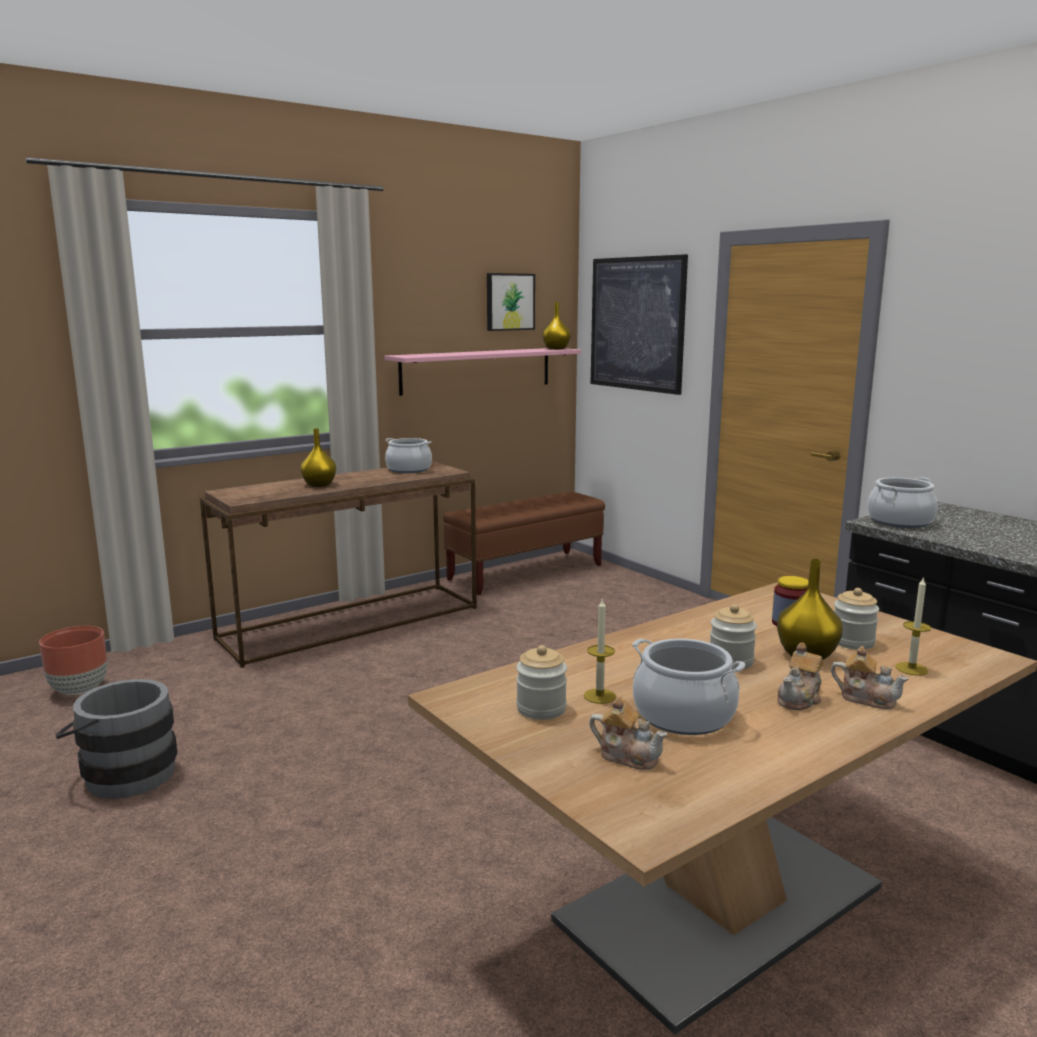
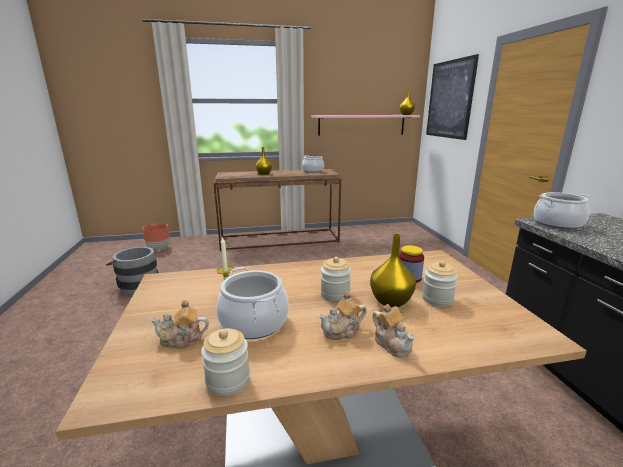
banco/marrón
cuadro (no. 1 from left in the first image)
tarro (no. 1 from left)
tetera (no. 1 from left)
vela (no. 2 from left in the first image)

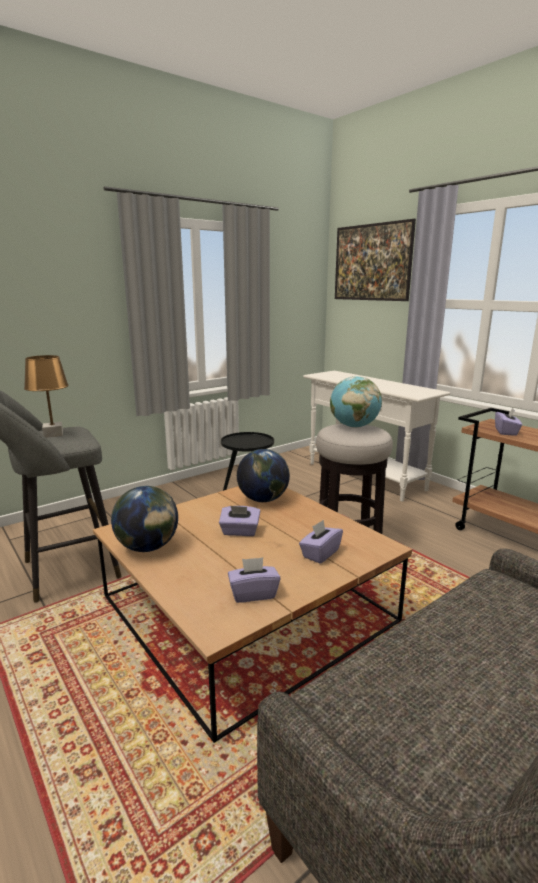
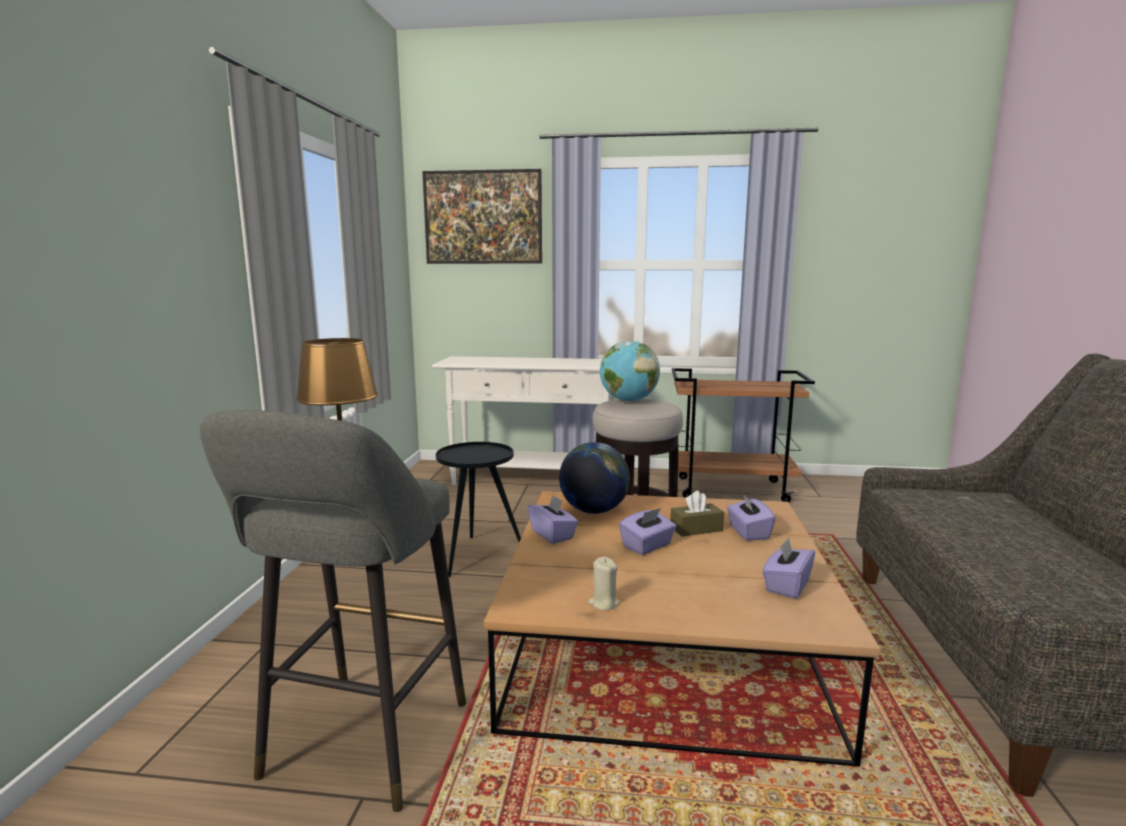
vela/beis
caja de pañuelos/morado (no. 1 from left)
caja de pañuelos/marrón

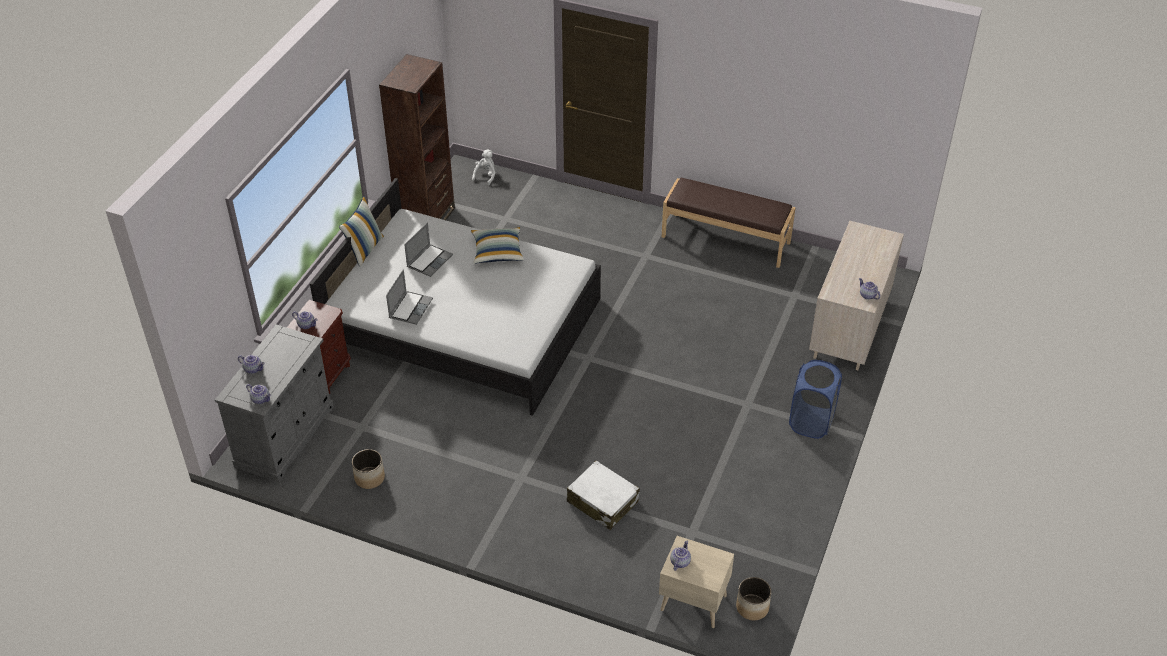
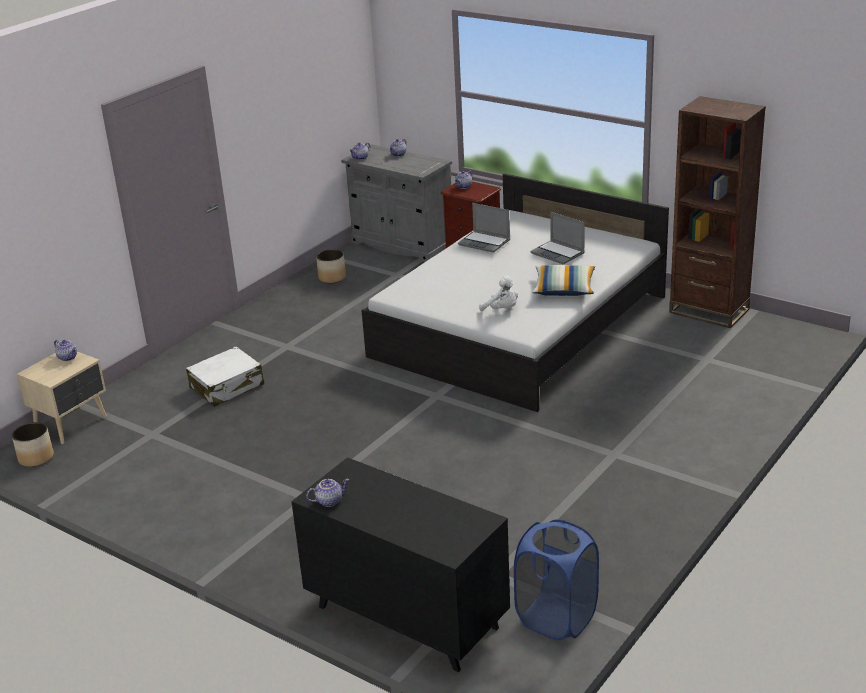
cojín (no. 1 from left in the first image)
peluche/blanco
banco/marrón
cesto de la ropa/azul
cómoda/negro

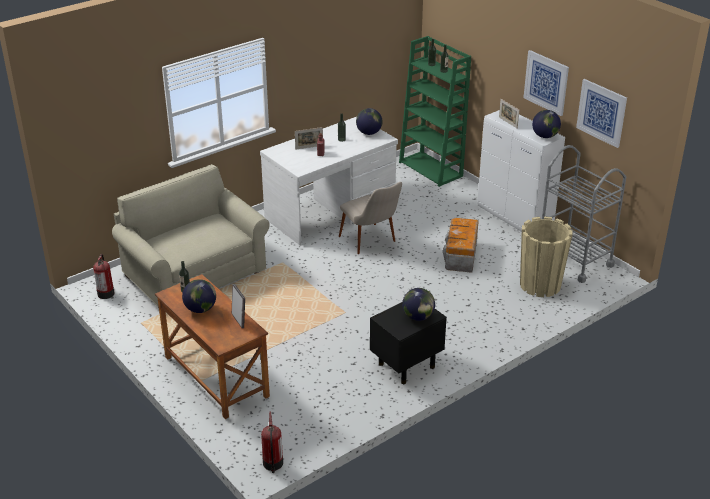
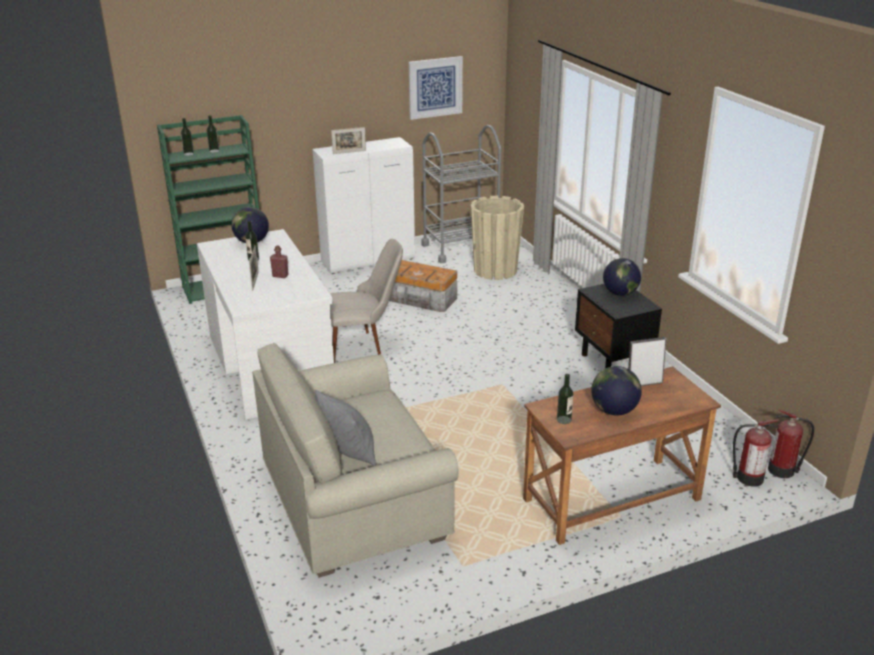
extintor (no. 1 from left)
cuadro (no. 1 from left in the first image)
globo terráqueo (no. 4 from left in the first image)
cojín/gris

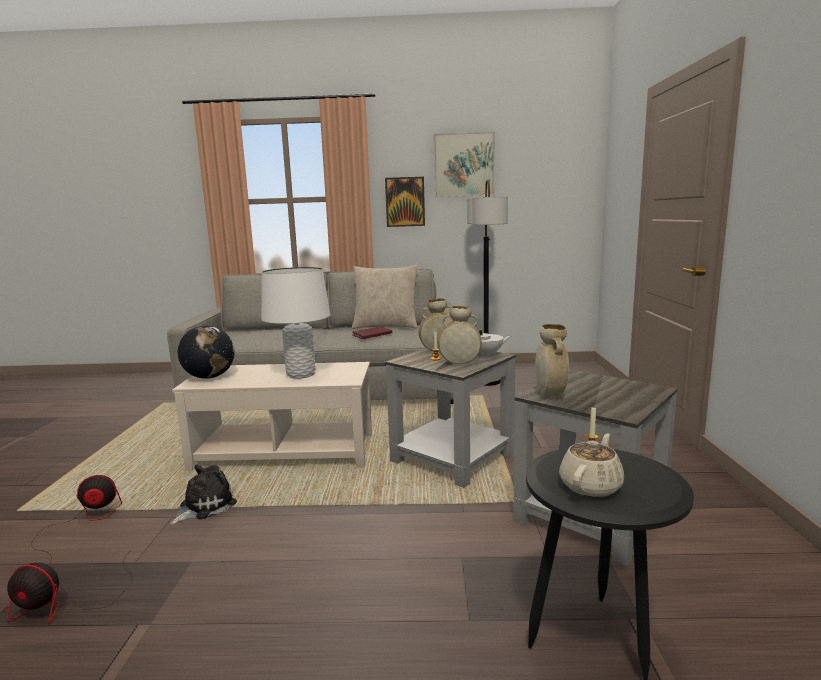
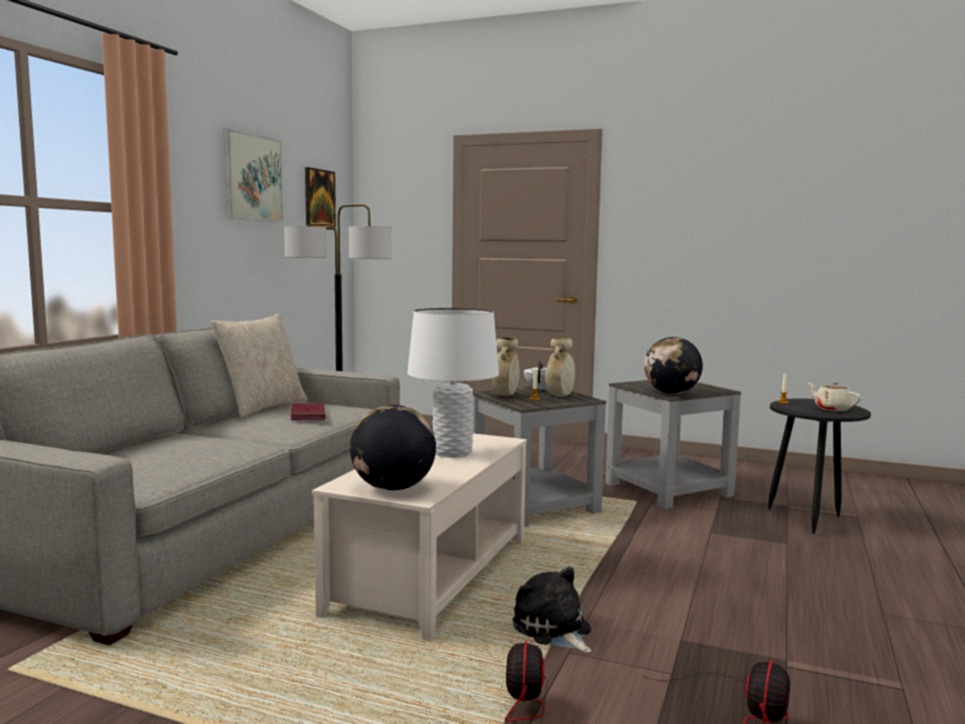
cuadro (no. 2 from left)
globo terráqueo (no. 2 from left)

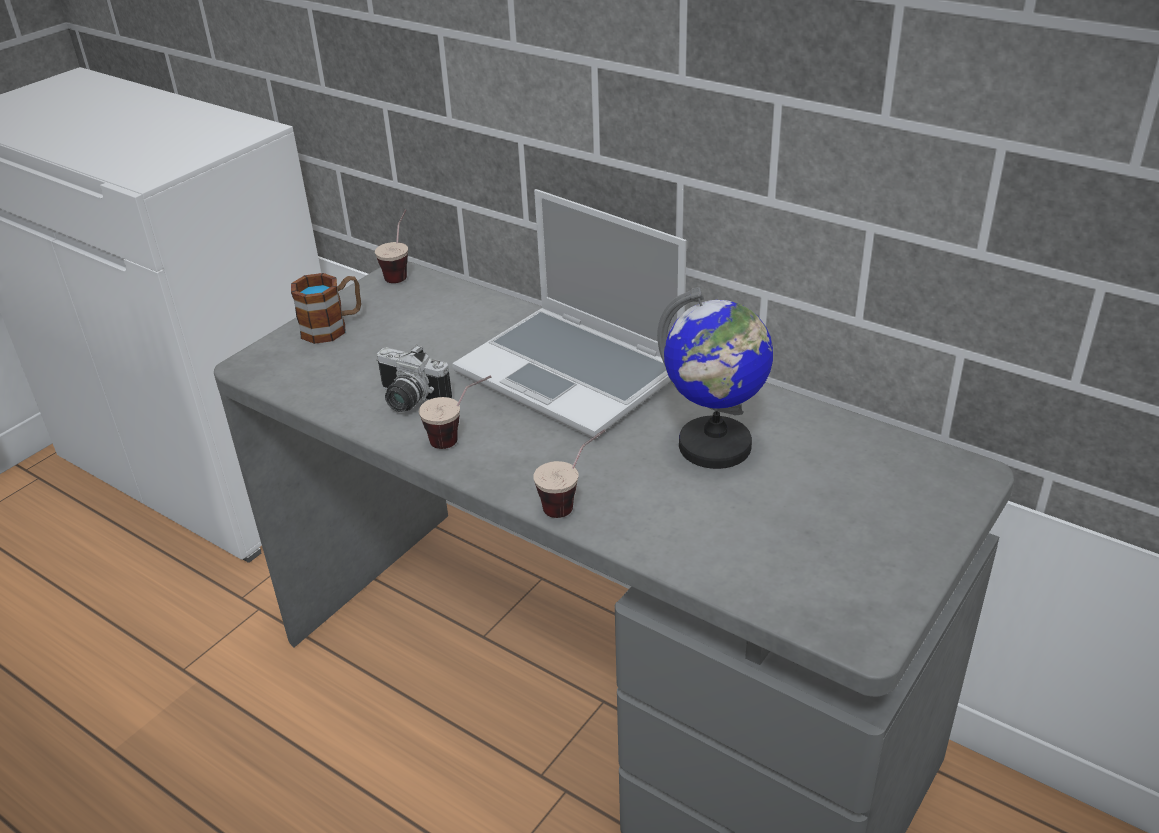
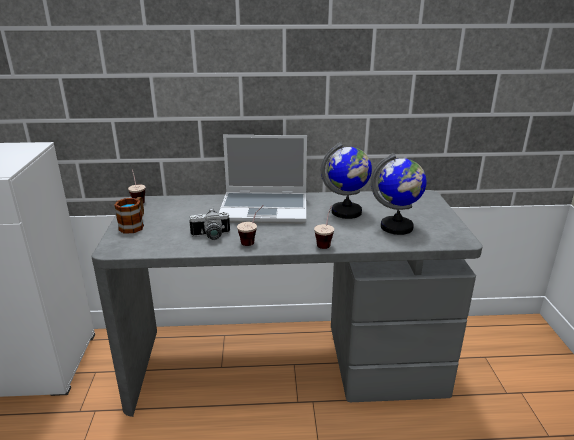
globo terráqueo (no. 2 from left)

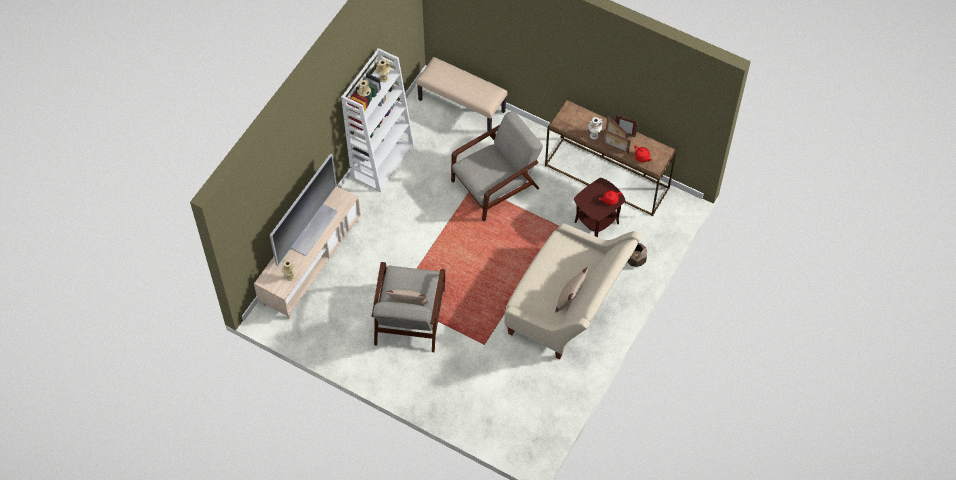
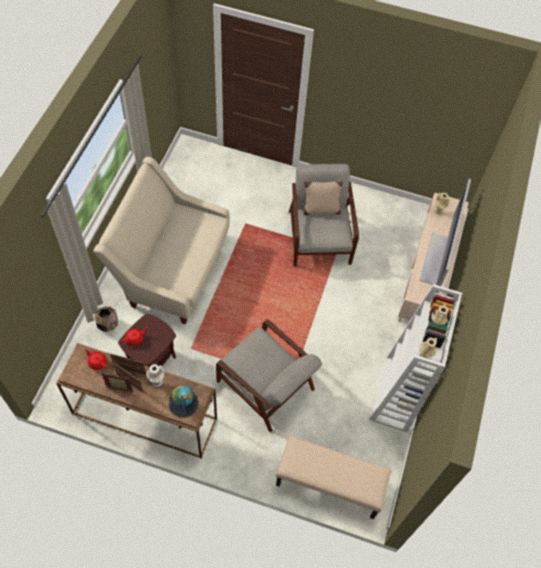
sillón/gris (no. 1 from left)
cojín/beis (no. 2 from left in the first image)
globo terráqueo

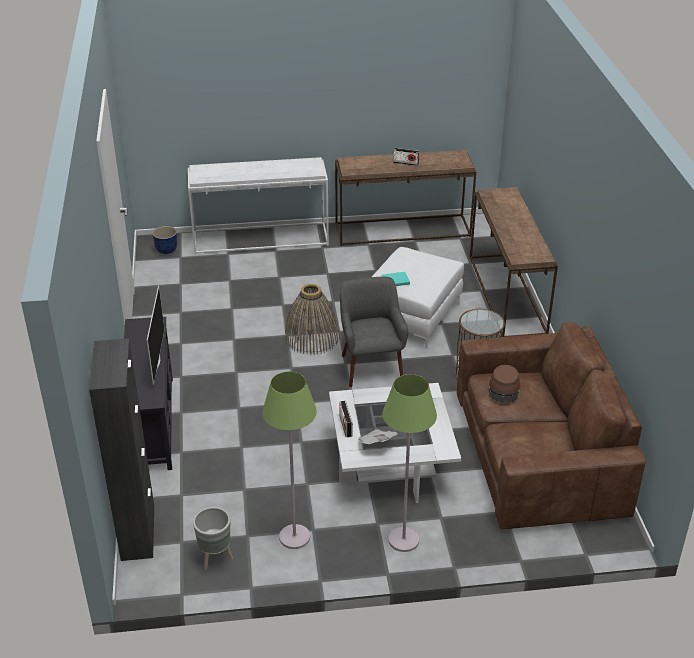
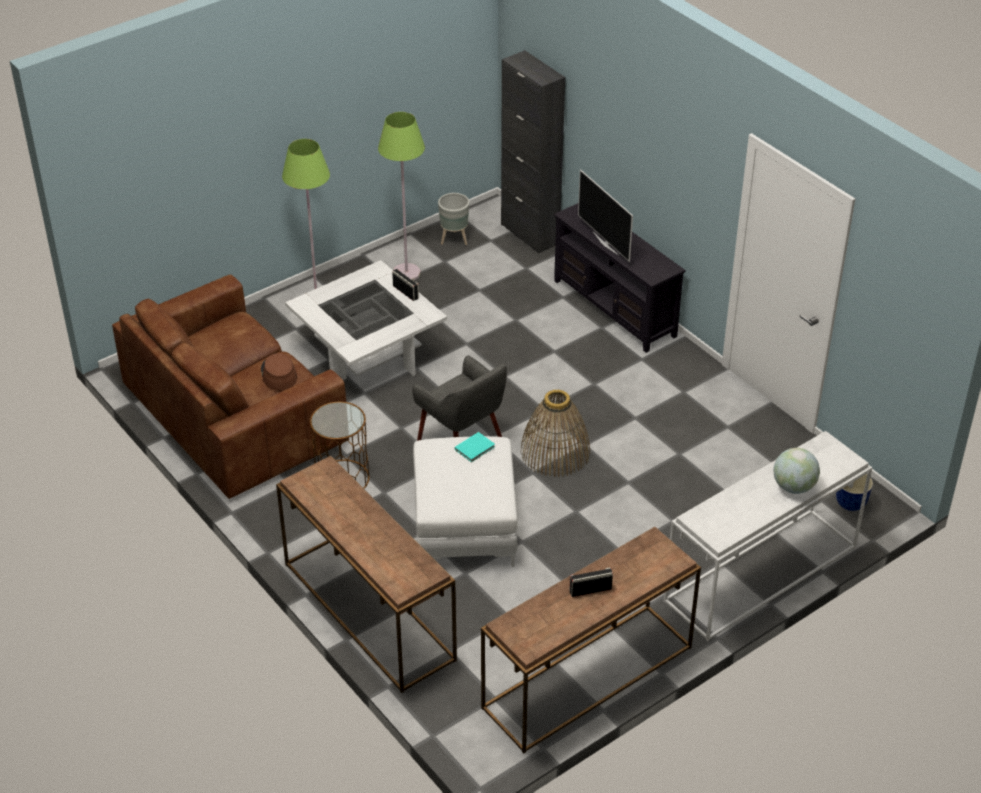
periódico
globo terráqueo

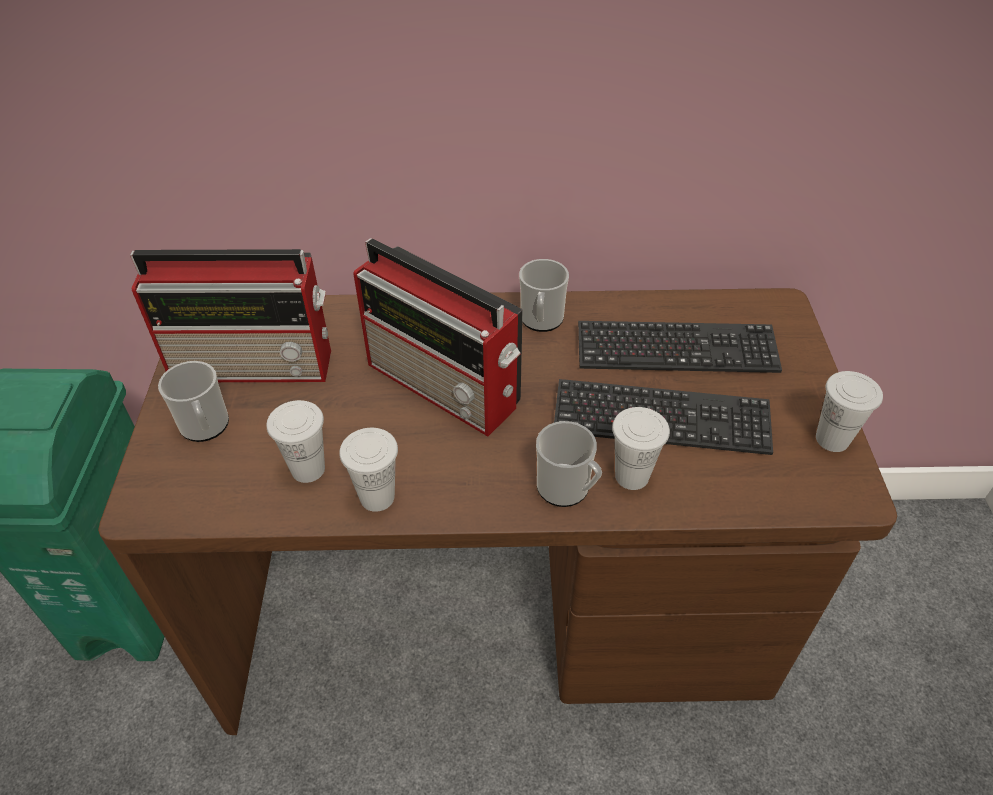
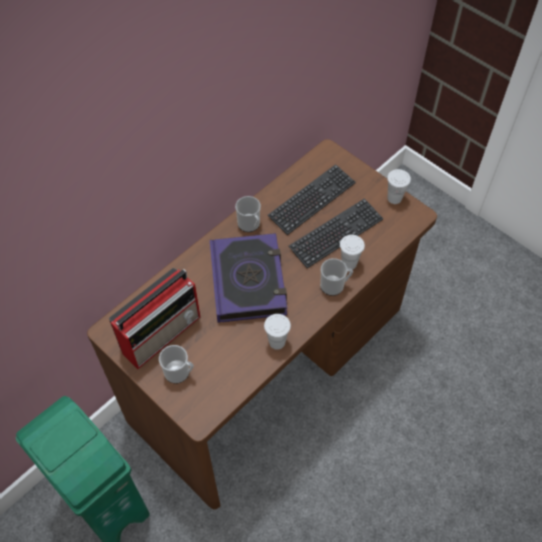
taza/blanco (no. 1 from left in the first image)
libro

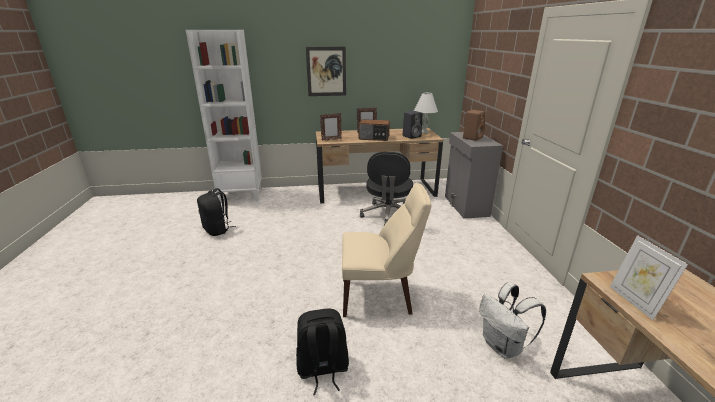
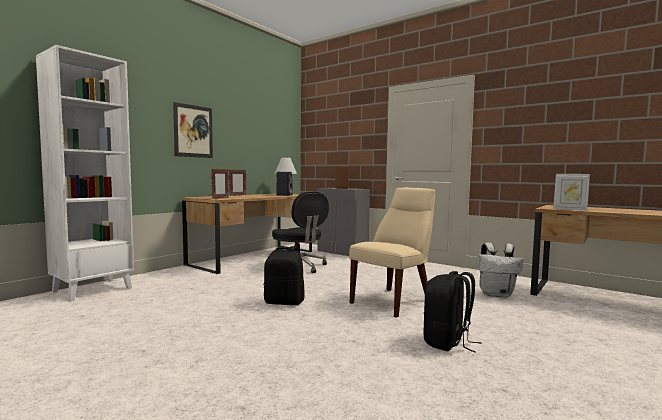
mochila/negro (no. 1 from left)
radio

